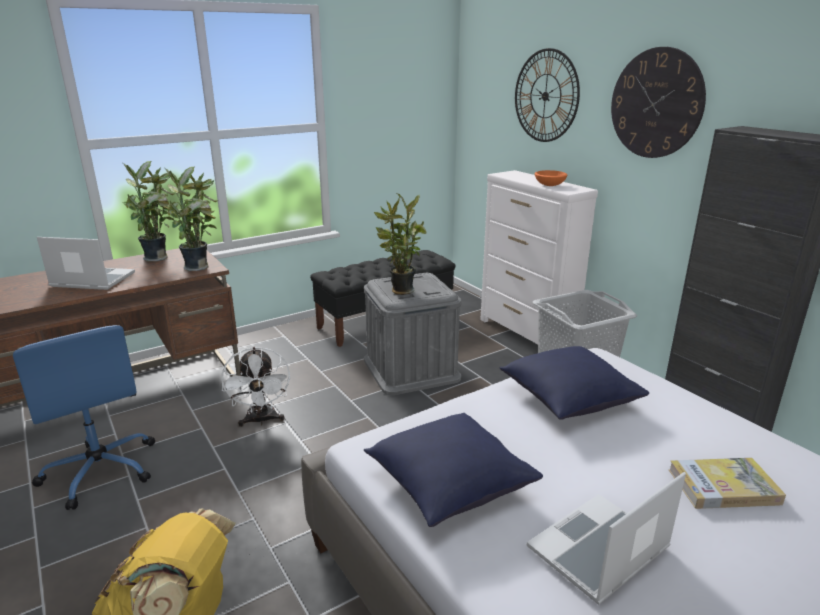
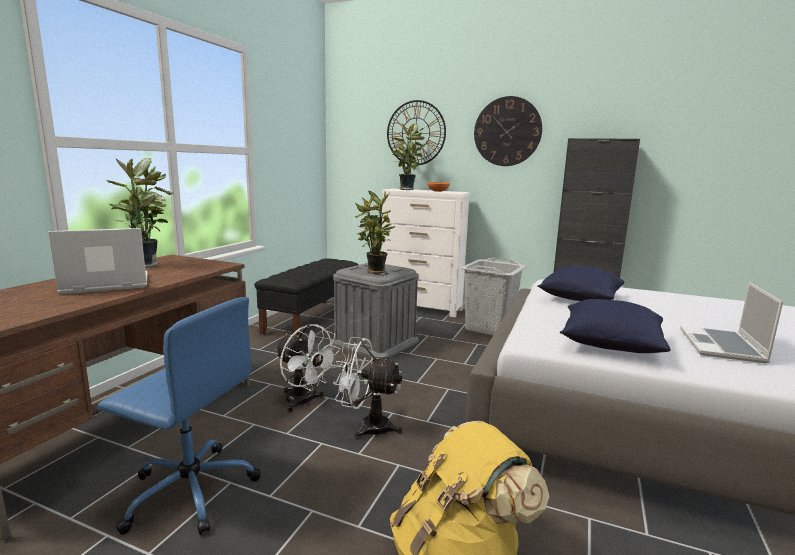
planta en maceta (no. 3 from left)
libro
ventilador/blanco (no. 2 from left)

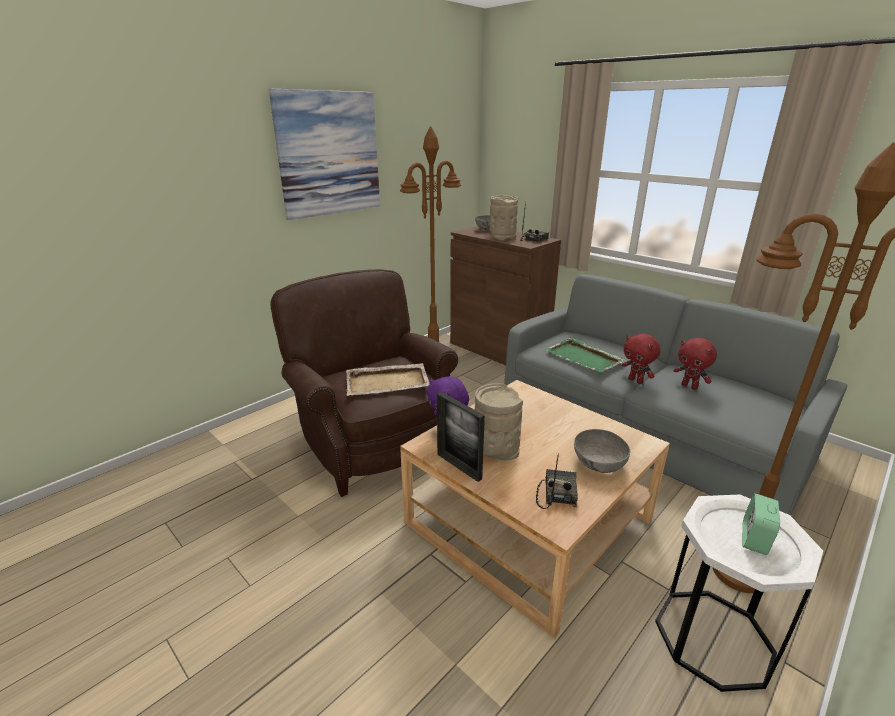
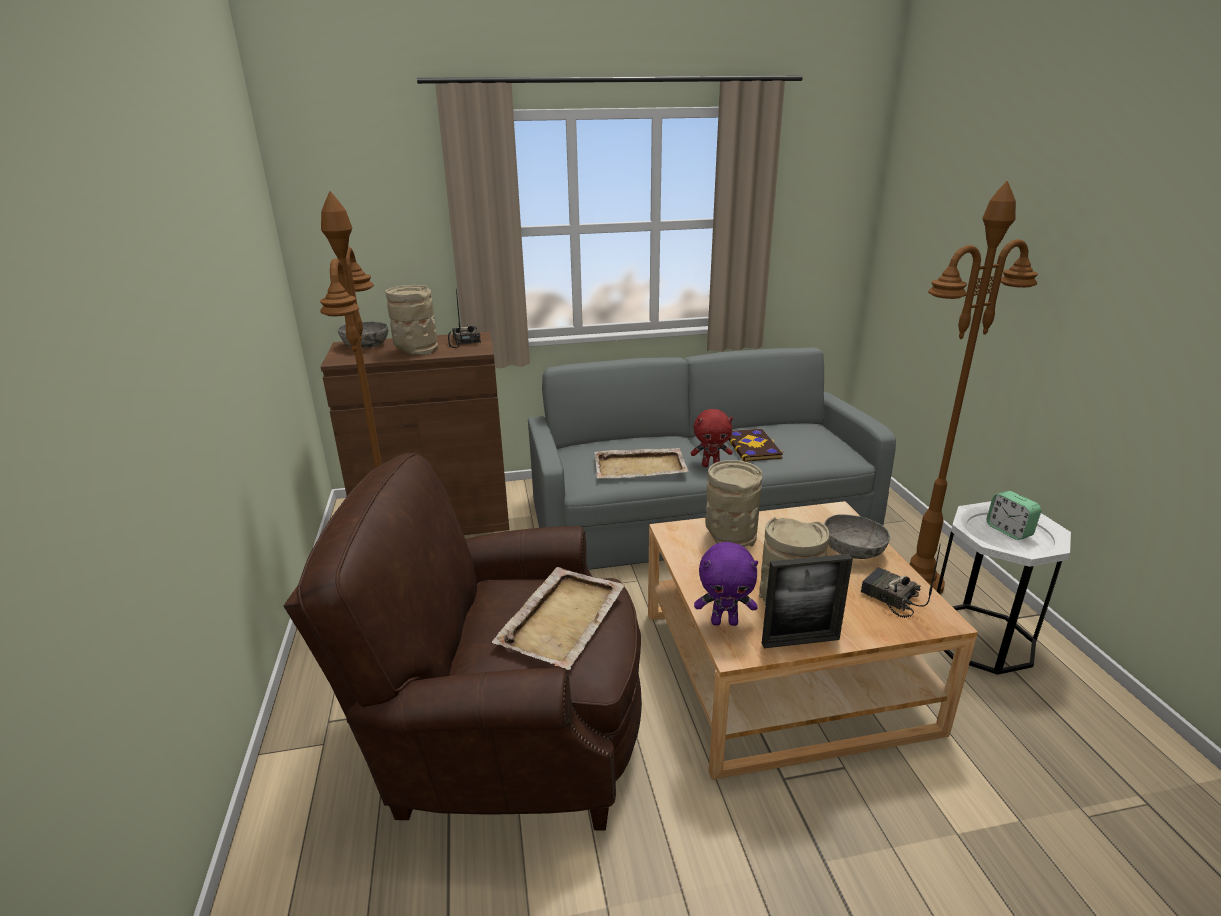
cuadro
bandeja/beis (no. 2 from left)
libro
florero/beis (no. 2 from left)

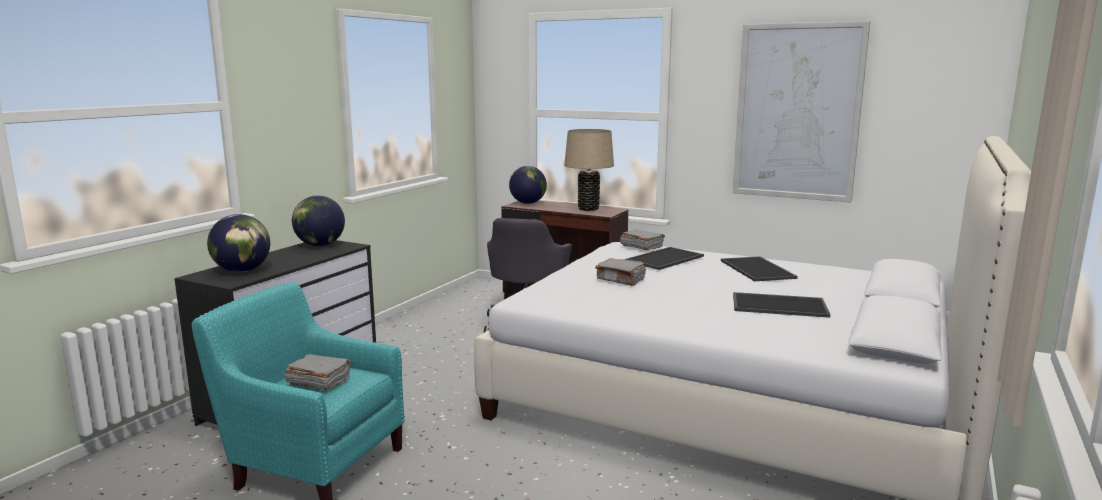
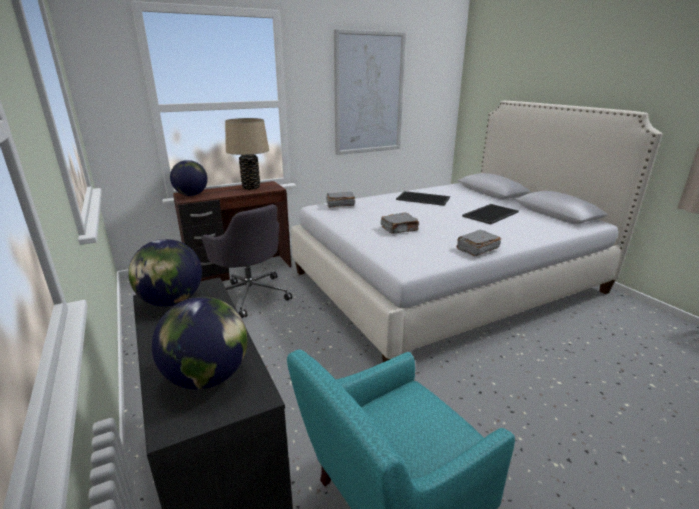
libro/gris (no. 3 from left)
bandeja (no. 1 from left in the first image)

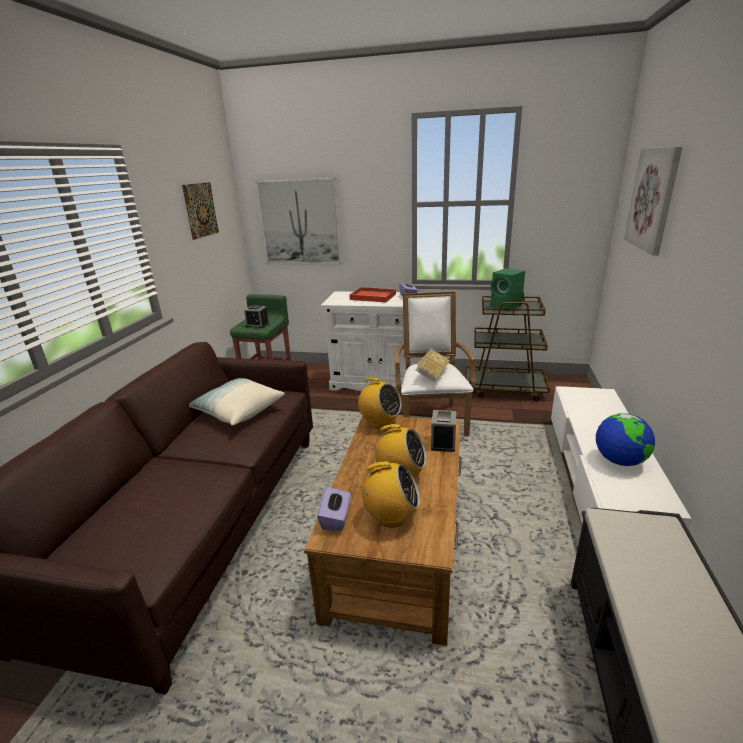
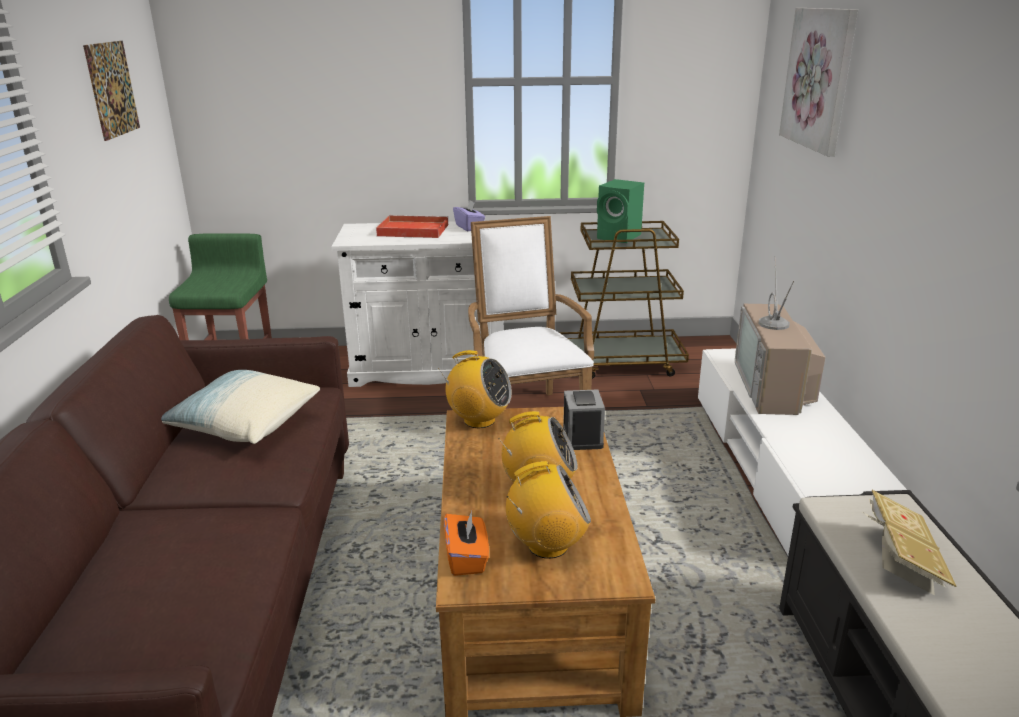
despertador (no. 1 from left in the first image)
cuadro (no. 2 from left in the first image)
caja de pañuelos/naranja
libro
globo terráqueo
televisor

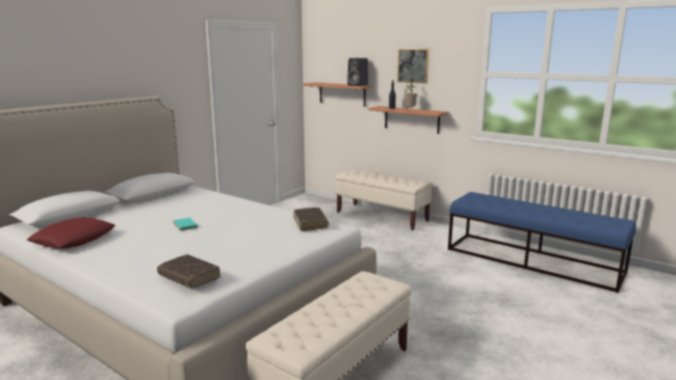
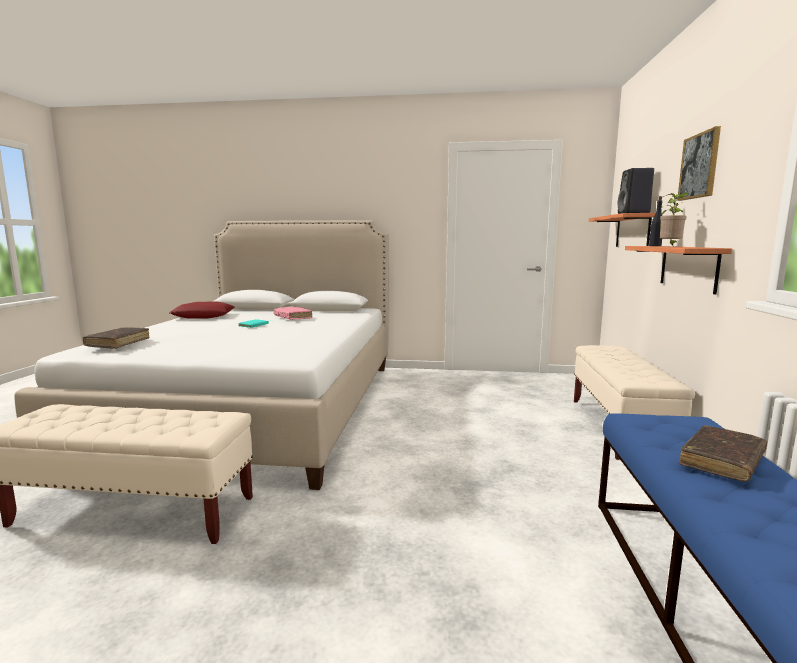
libro/marrón (no. 2 from left)
libro/rosa

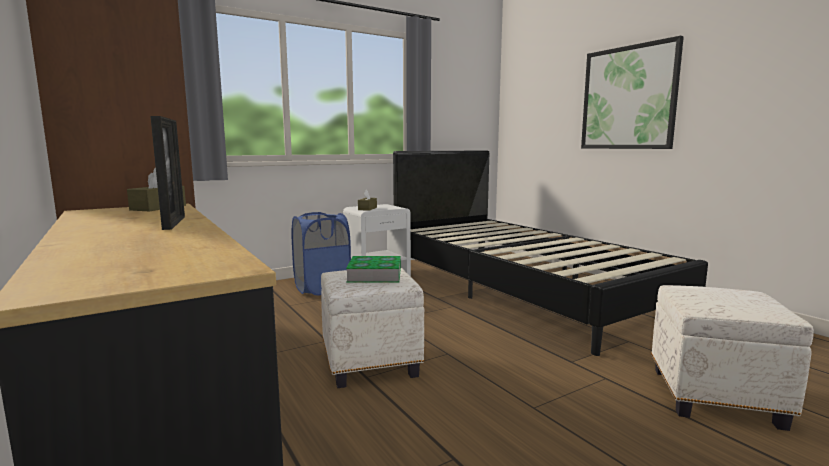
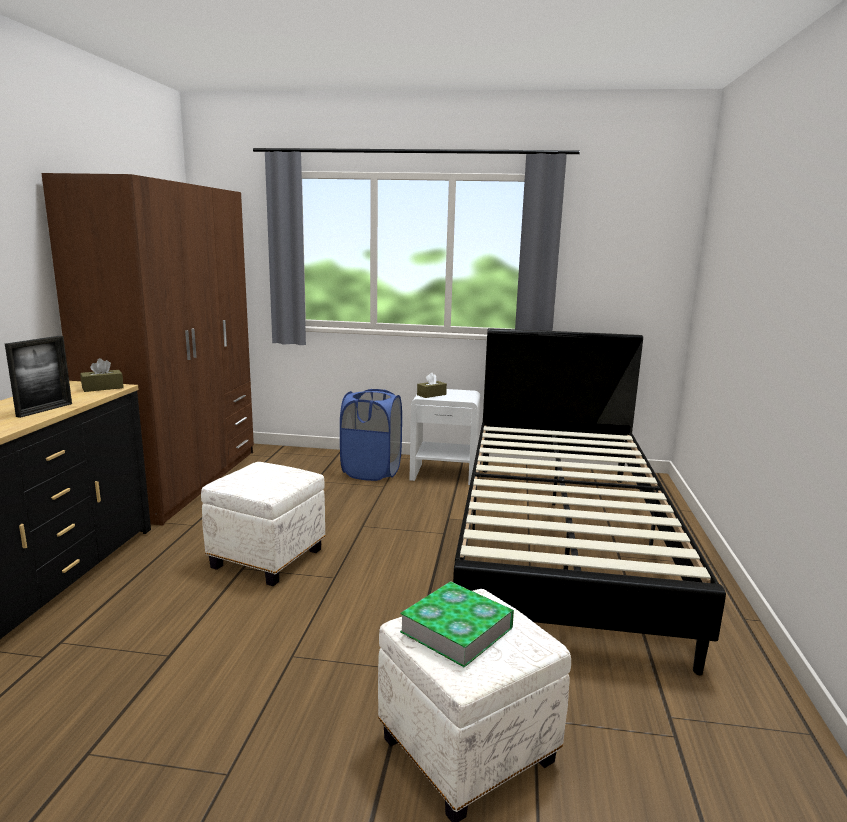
libro
cuadro

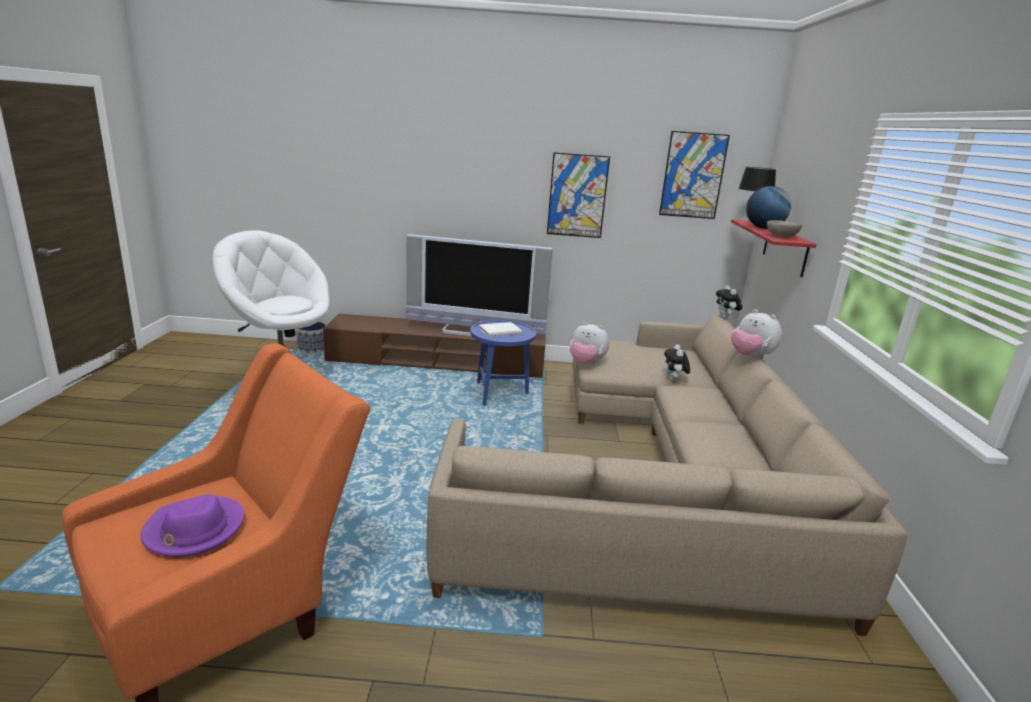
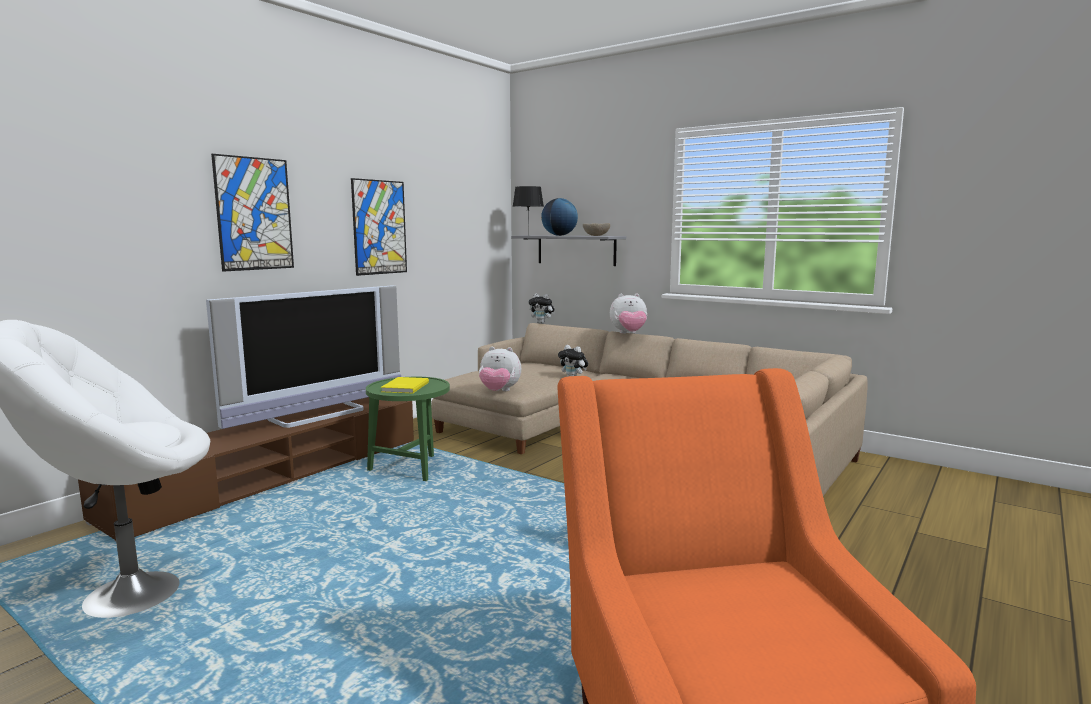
sombrero/morado
maceta
mesa auxiliar/verde
libro/amarillo
peluche (no. 1 from left)
cuadro (no. 1 from left)
estante/gris

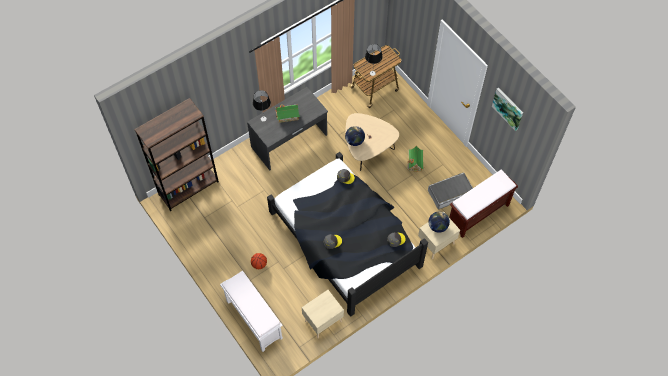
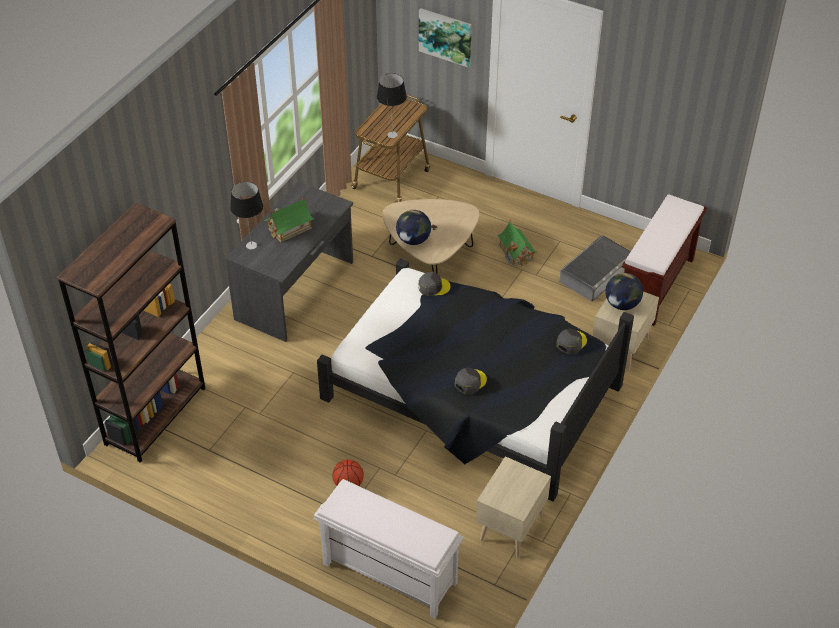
cuadro

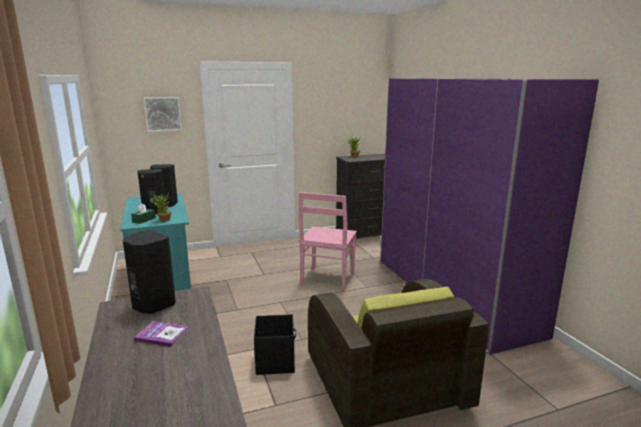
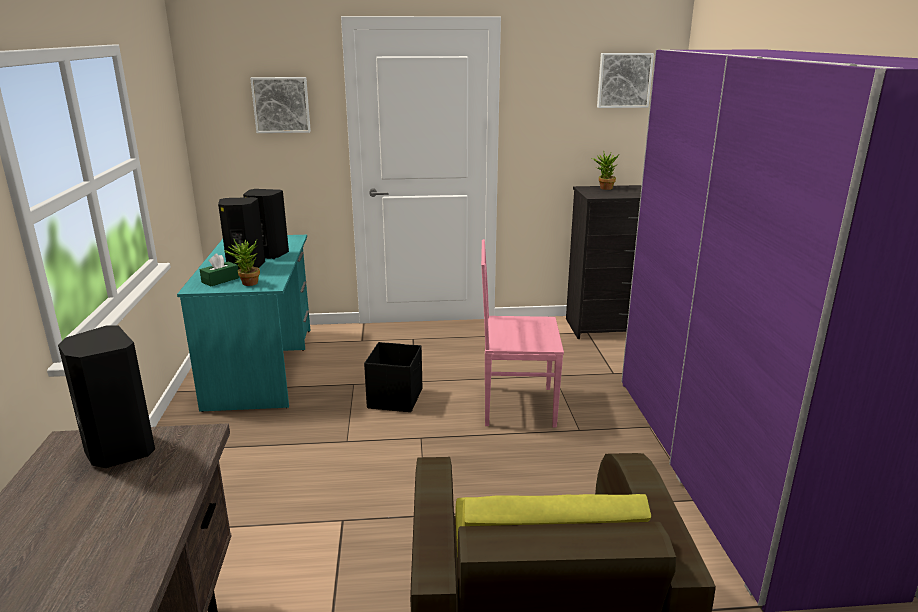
libro
caja de almacenaje/negro
silla/rosa
cuadro (no. 2 from left)

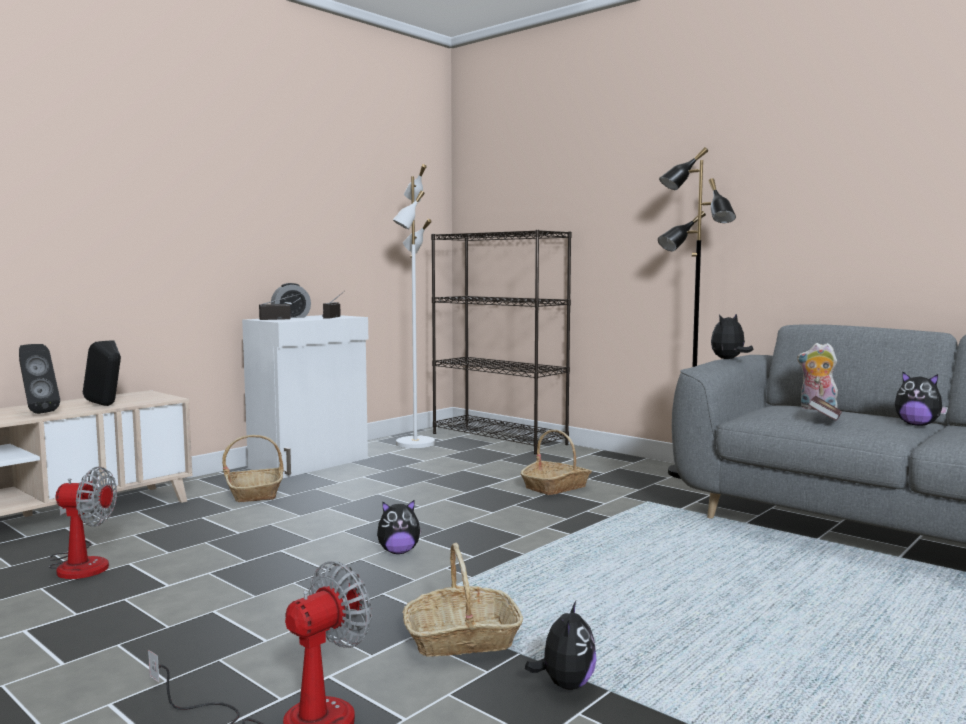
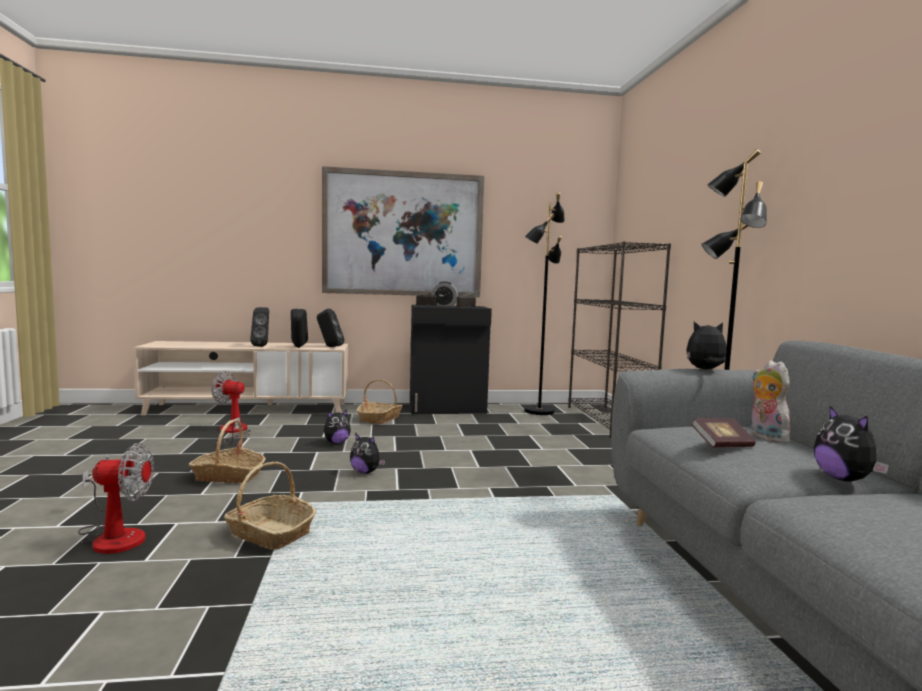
ventilador (no. 2 from left)
armario/negro
lámpara de pie/negro (no. 1 from left)
cesta (no. 1 from left)
peluche (no. 1 from left)
altavoz/negro (no. 3 from left)
cuadro

